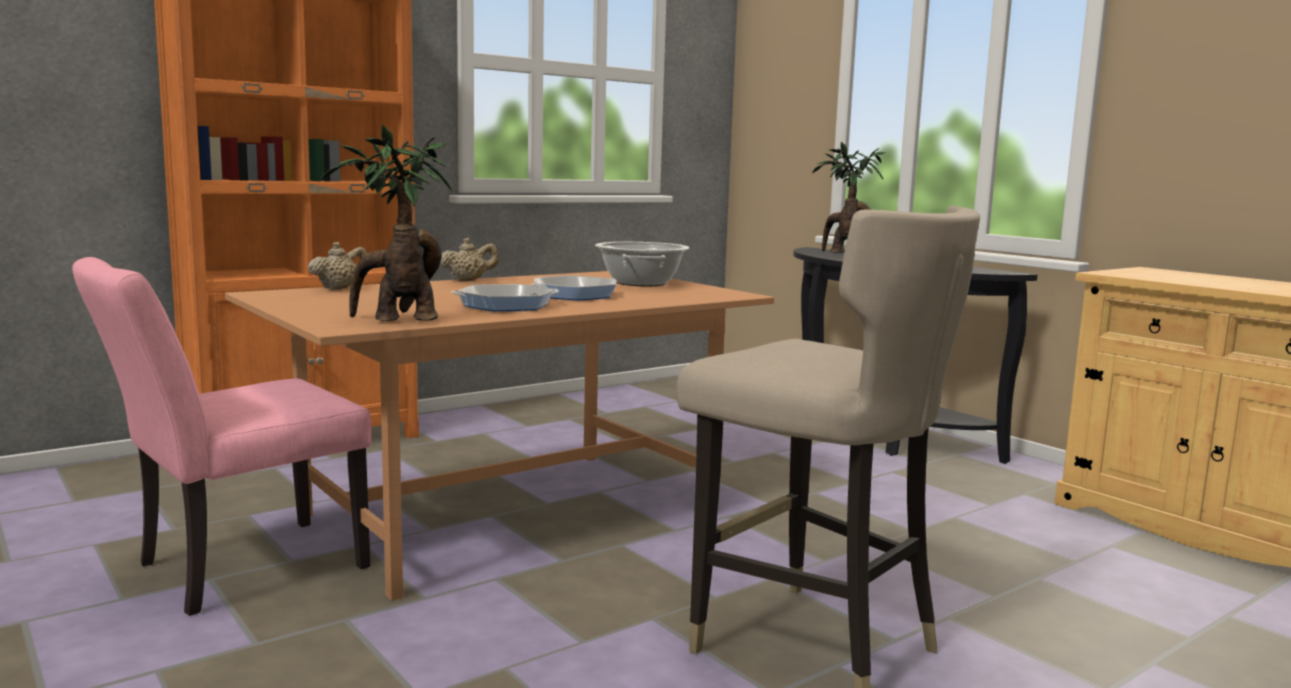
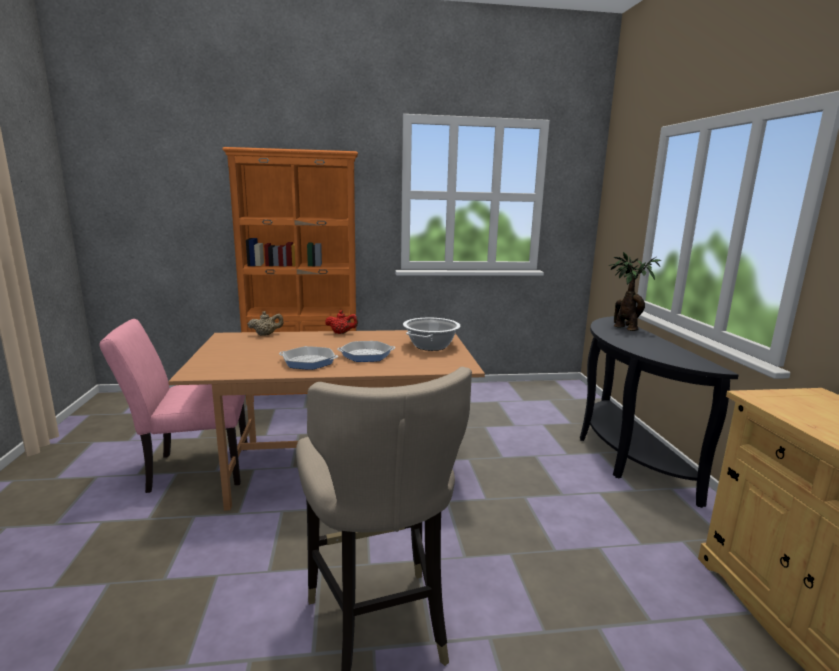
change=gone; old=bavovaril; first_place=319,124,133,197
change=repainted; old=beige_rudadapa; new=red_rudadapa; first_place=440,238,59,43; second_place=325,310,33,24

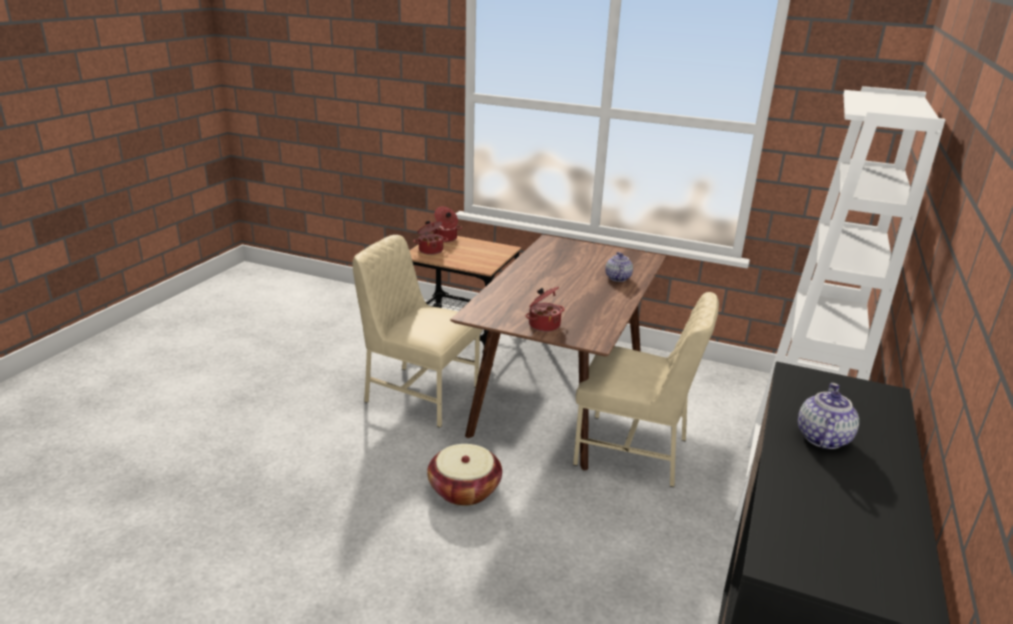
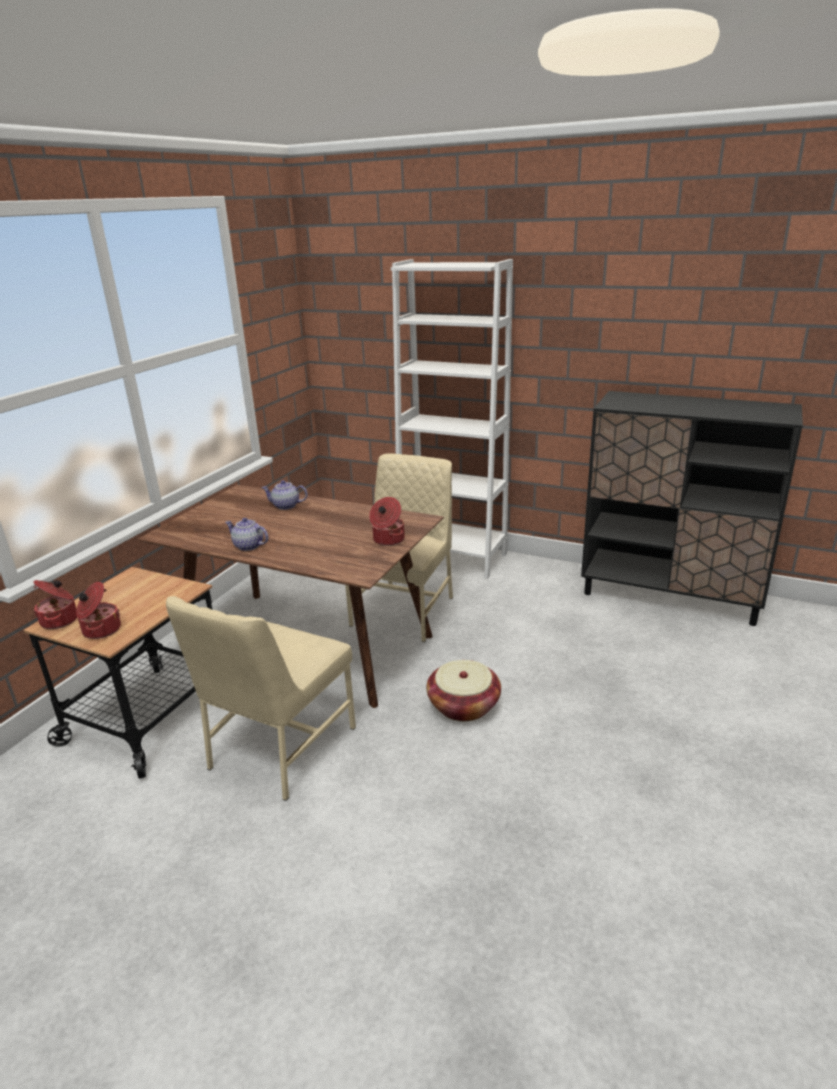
change=shifted; old=rudadapa; first_place=798,383,61,66; second_place=225,518,43,33

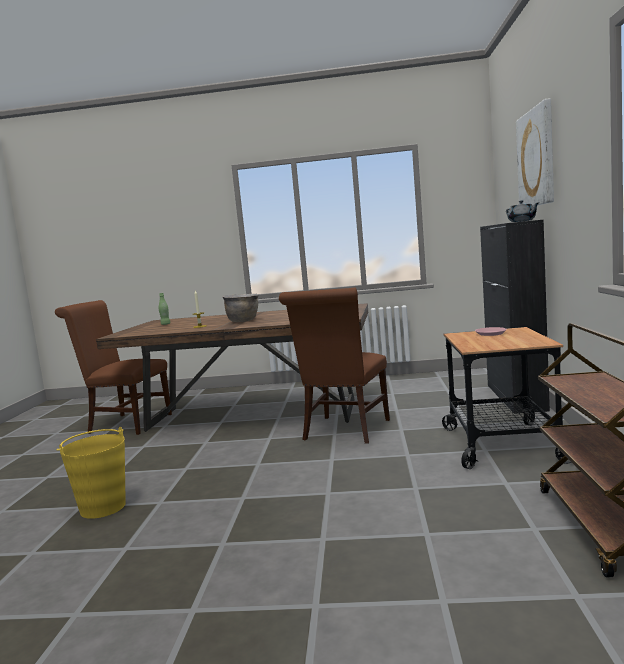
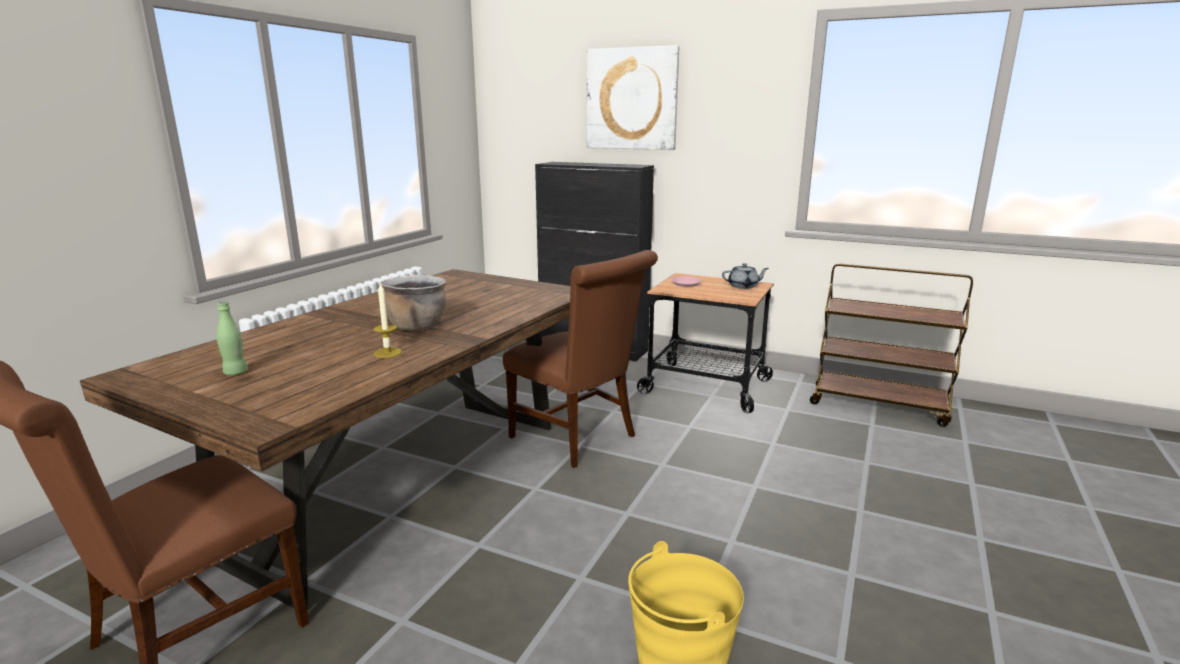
change=shifted; old=grey_rudadapa; first_place=506,200,34,22; second_place=722,263,47,26

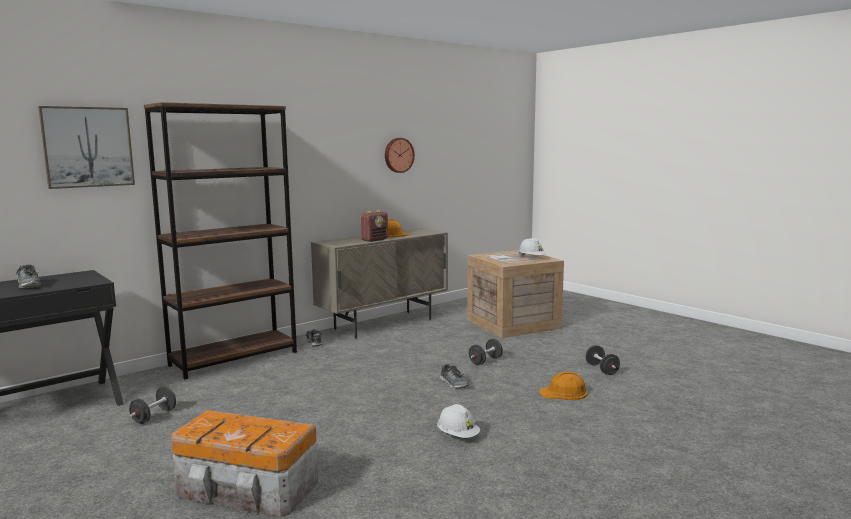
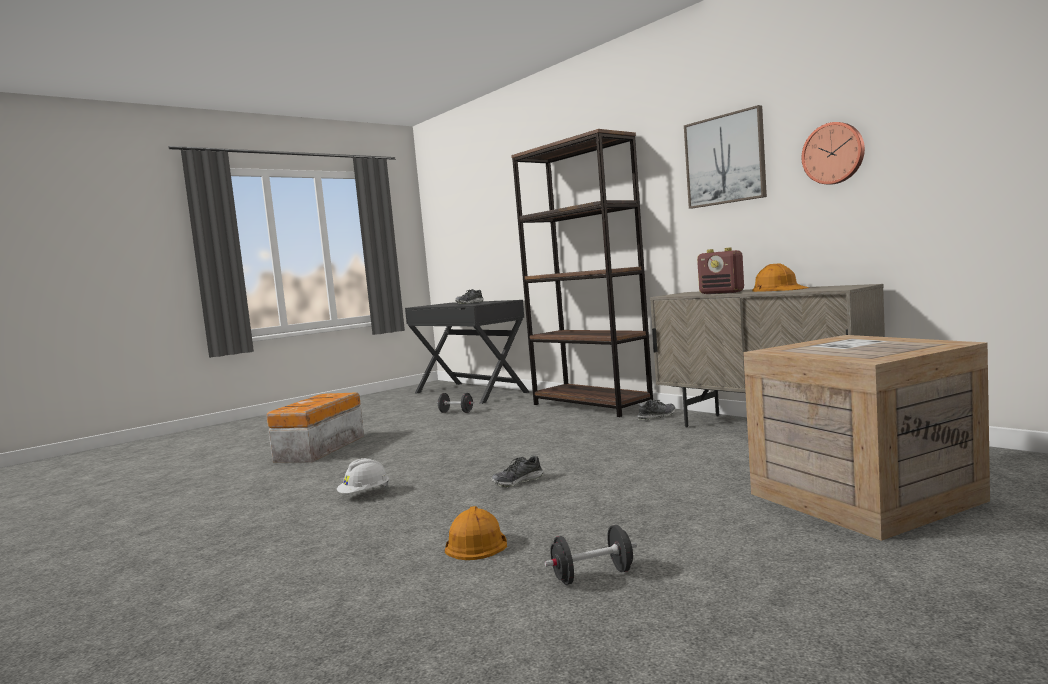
change=shifted; old=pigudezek; first_place=38,106,97,83; second_place=684,105,83,104
change=gone; old=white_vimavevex; first_place=518,238,29,19
change=gone; old=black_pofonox; first_place=469,339,34,26

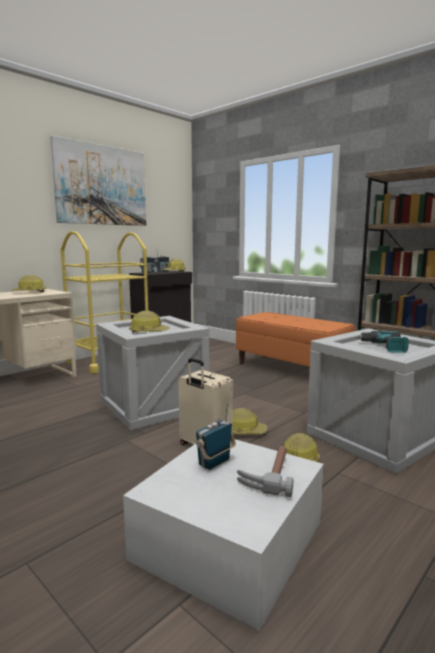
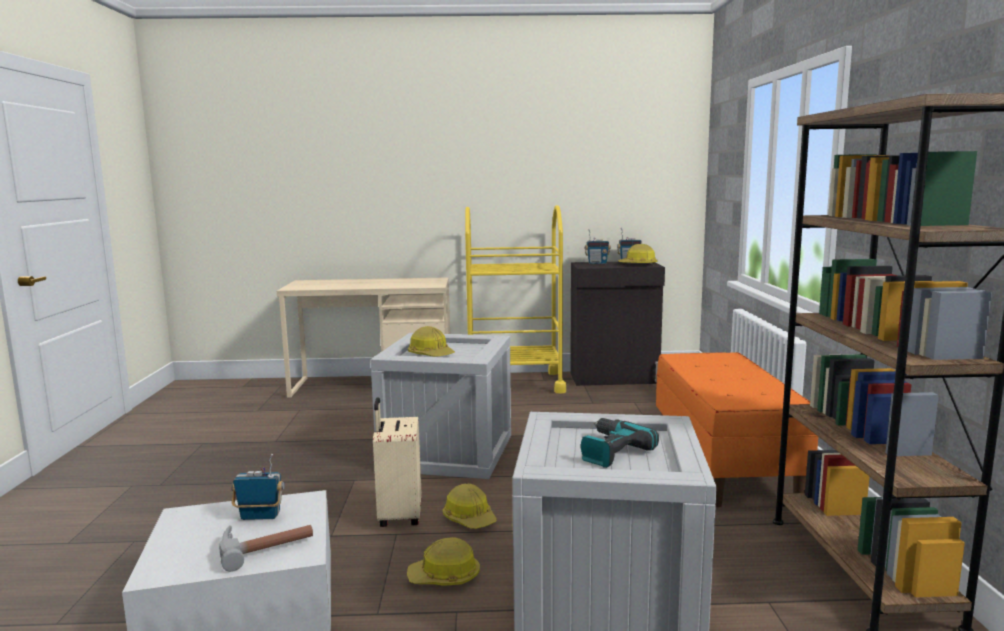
change=gone; old=pigudezek; first_place=50,136,96,90
change=gone; old=vimavevex; first_place=11,275,35,17

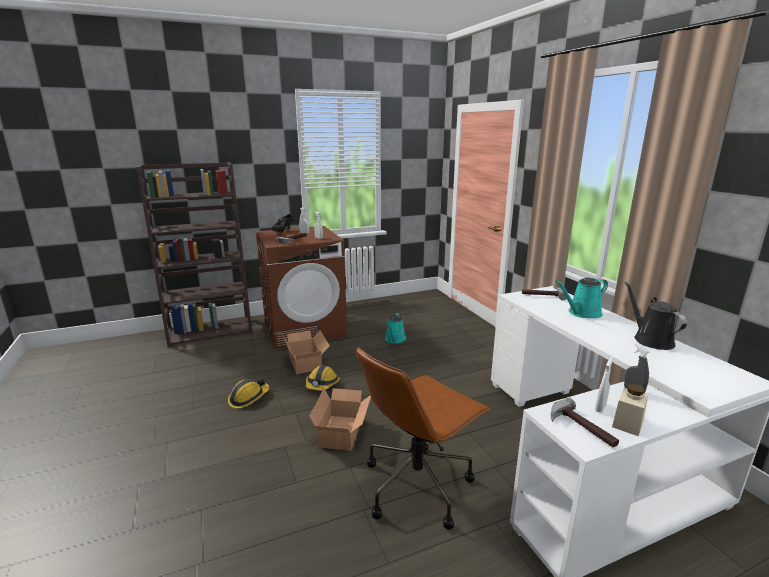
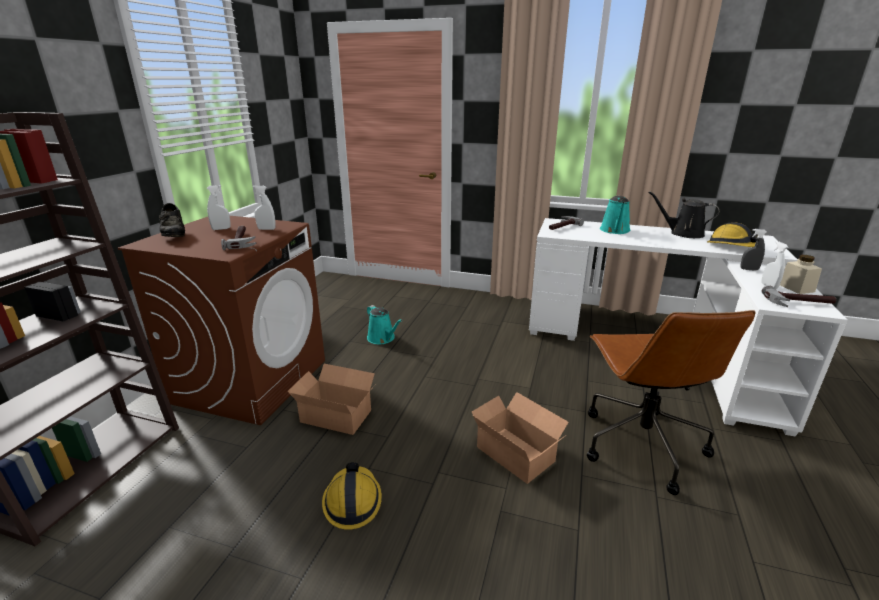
change=shifted; old=vimavevex; first_place=306,365,34,26; second_place=707,222,58,25

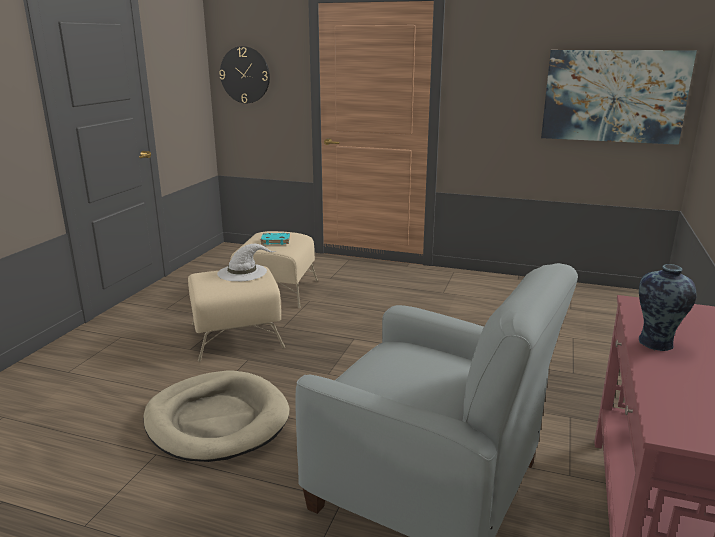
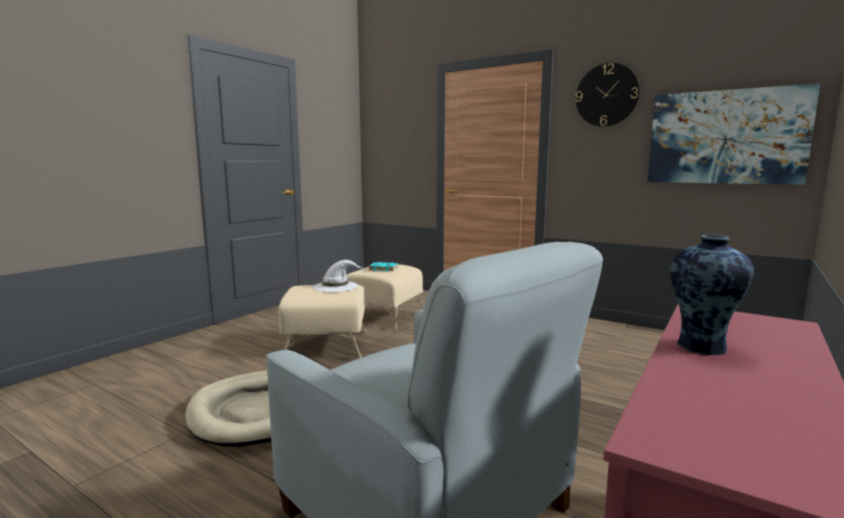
change=shifted; old=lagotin; first_place=219,46,51,57; second_place=576,63,64,64

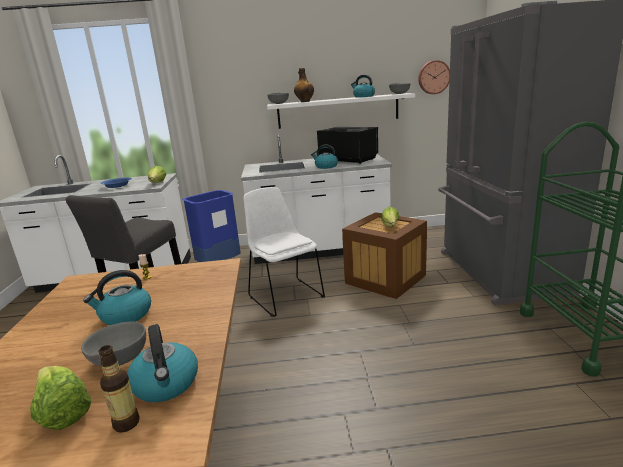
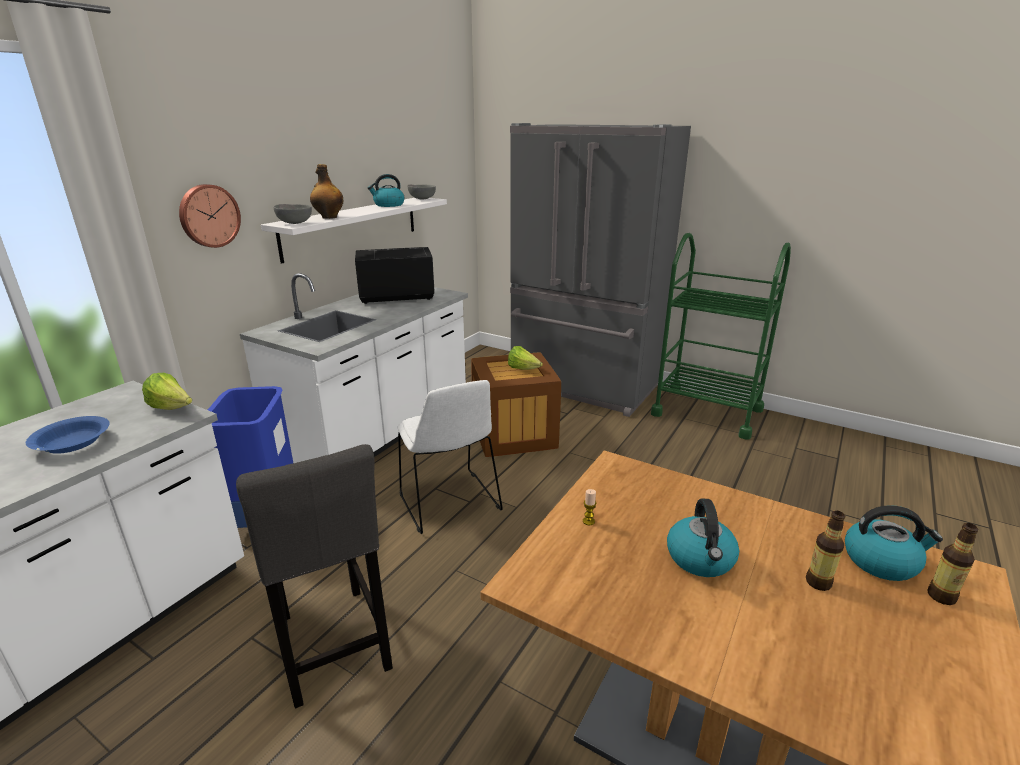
change=shifted; old=lagotin; first_place=418,60,32,34; second_place=179,184,62,64
change=gone; old=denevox; first_place=311,144,27,25
change=rotated; old=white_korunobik; first_place=243,187,82,130; second_place=397,380,106,154; degrees=-120
change=swapped; old=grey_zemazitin; new=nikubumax; first_place=81,322,65,45; second_place=806,511,39,80
change=gone; old=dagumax; first_place=30,366,61,64

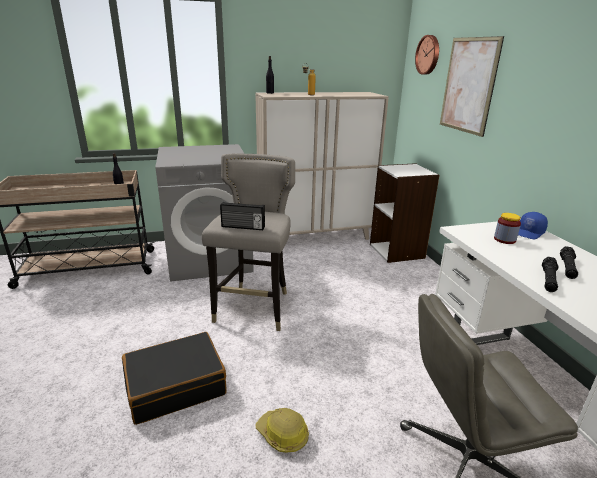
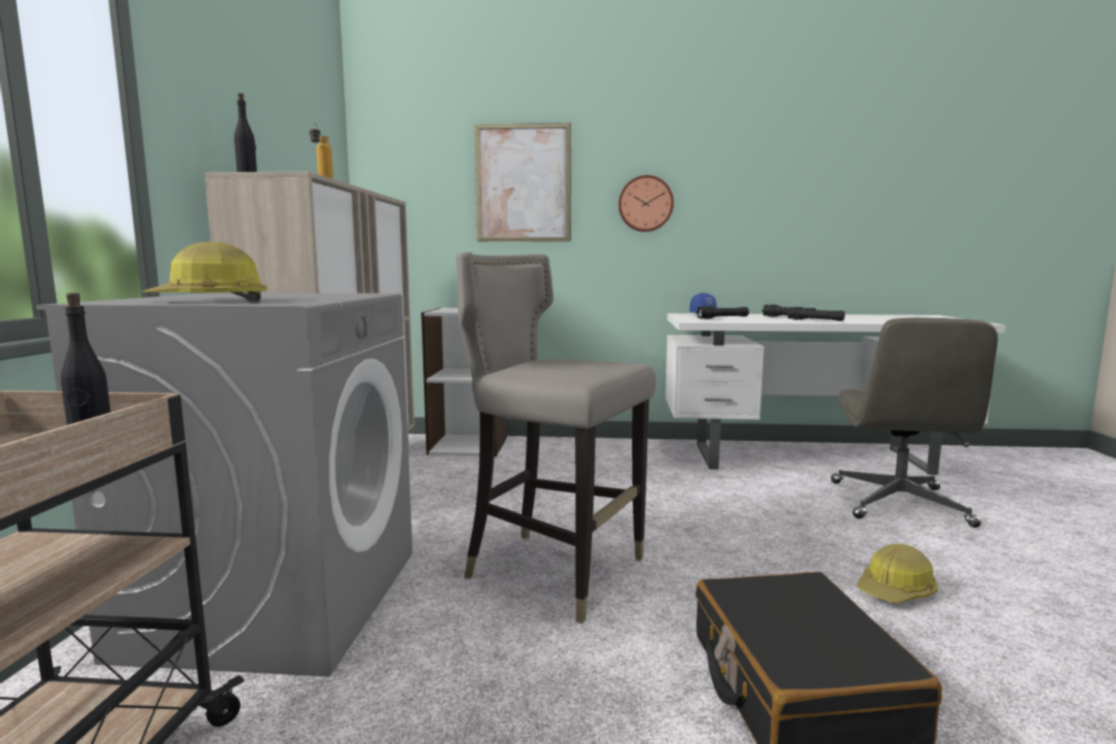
change=shifted; old=lagotin; first_place=415,35,24,40; second_place=618,175,56,57
change=gone; old=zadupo; first_place=220,202,45,28
change=swapped; old=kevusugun; new=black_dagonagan; first_place=494,213,27,31; second_place=696,306,53,13
change=new; new=vimavevex; second_place=142,242,125,60

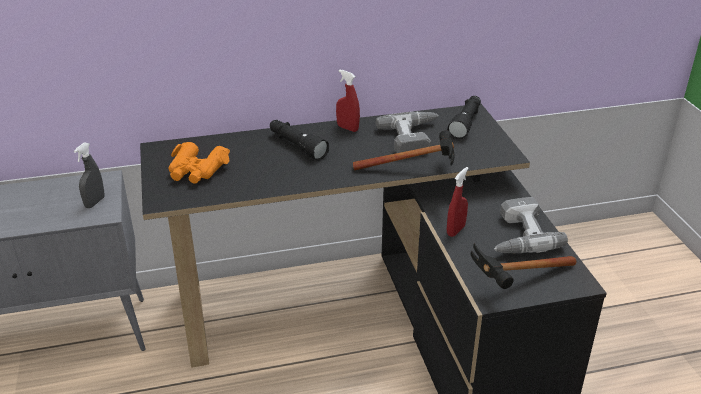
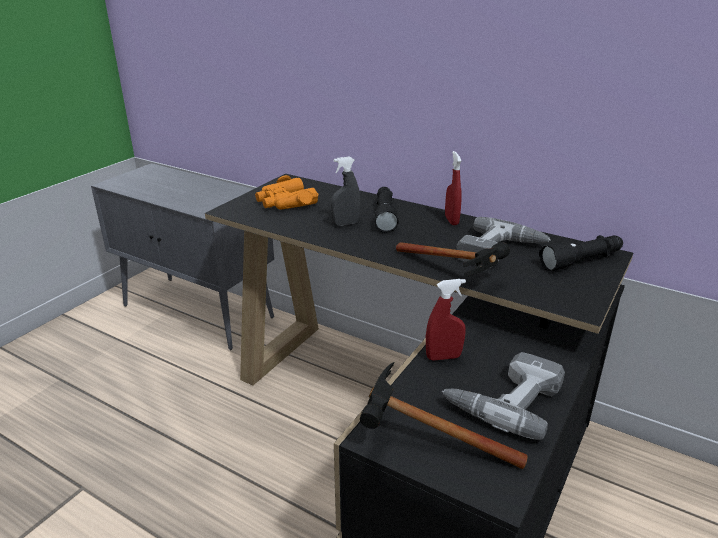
change=shifted; old=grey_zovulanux; first_place=74,142,30,66; second_place=331,156,29,70

